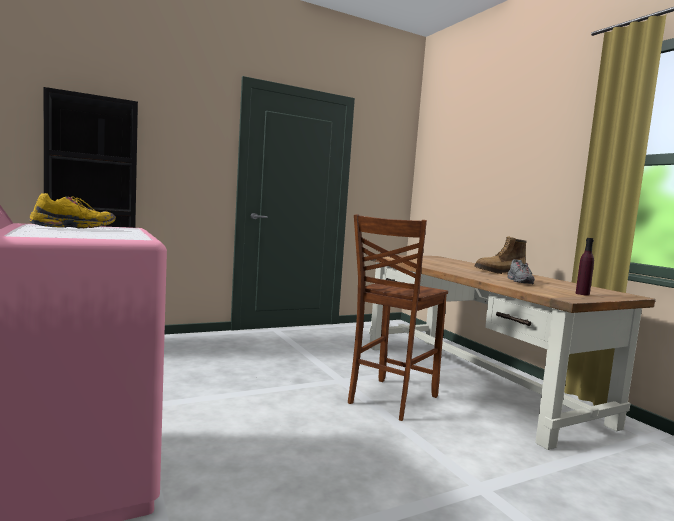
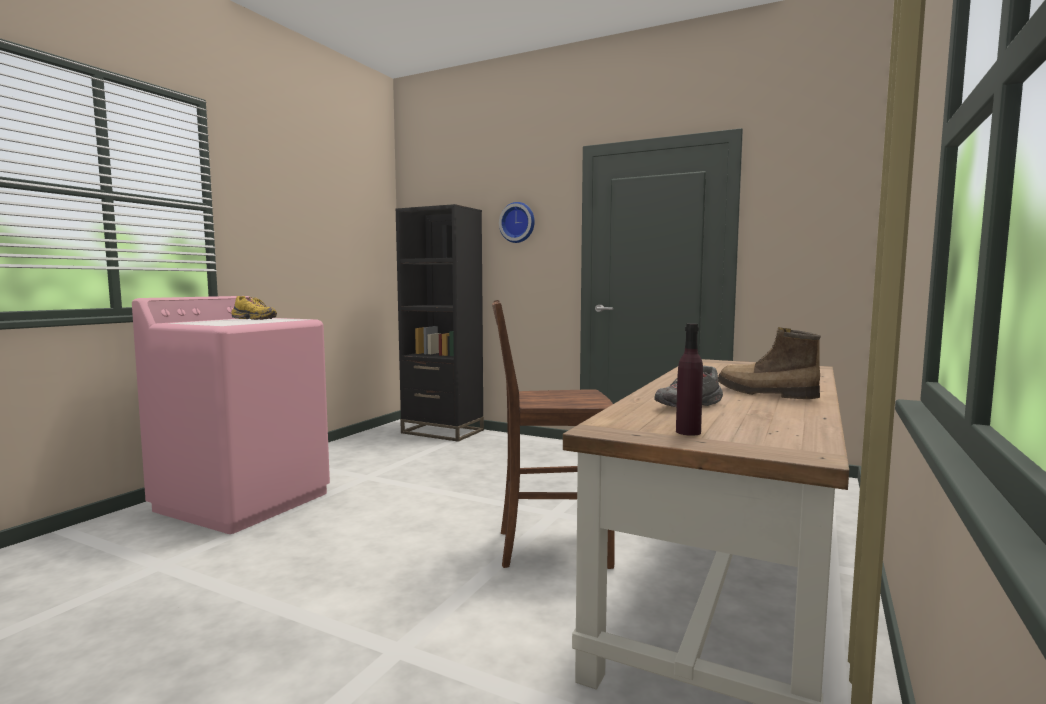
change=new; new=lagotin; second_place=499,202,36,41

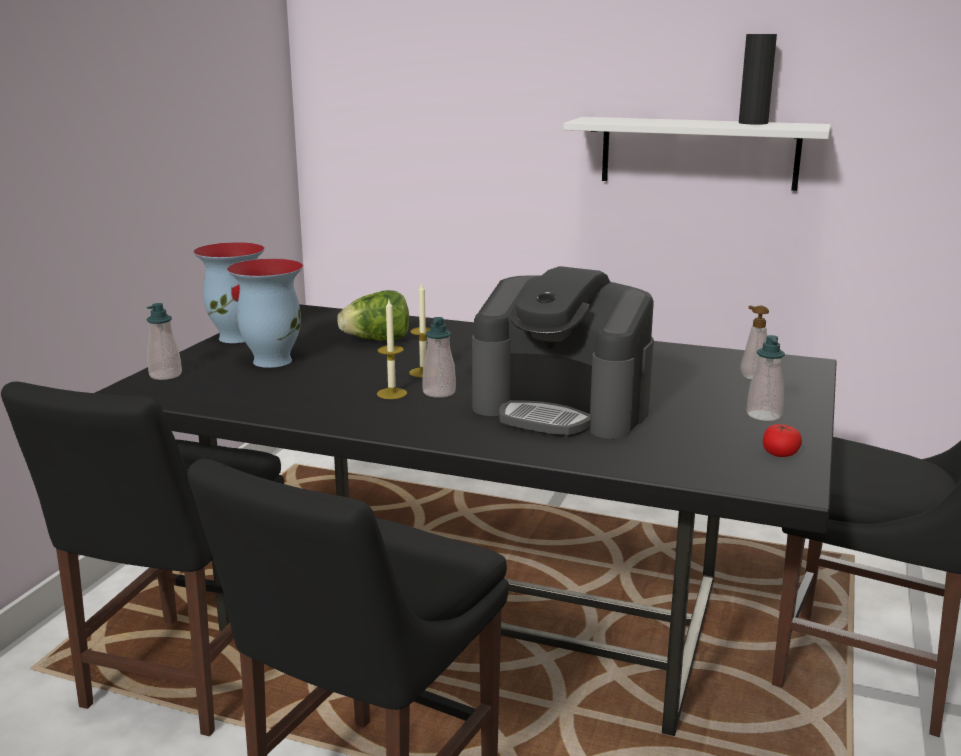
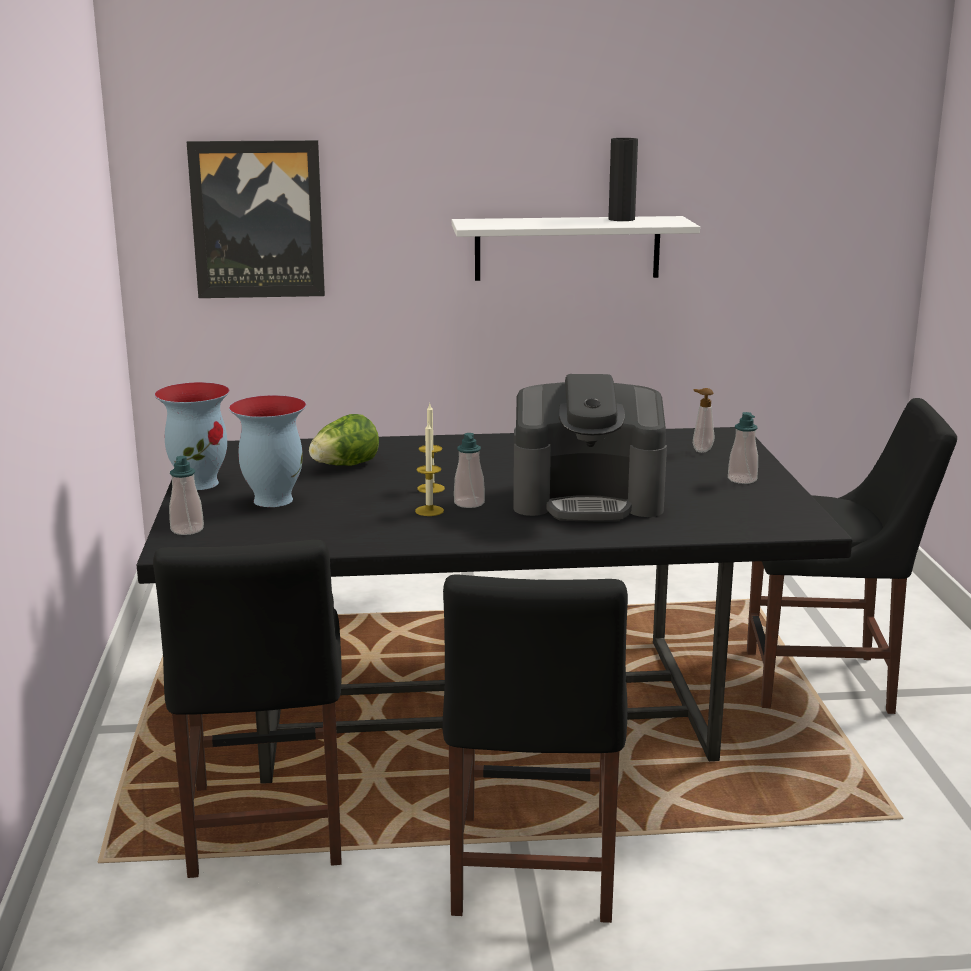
change=gone; old=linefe; first_place=763,424,39,33
change=new; new=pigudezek; second_place=187,140,138,158

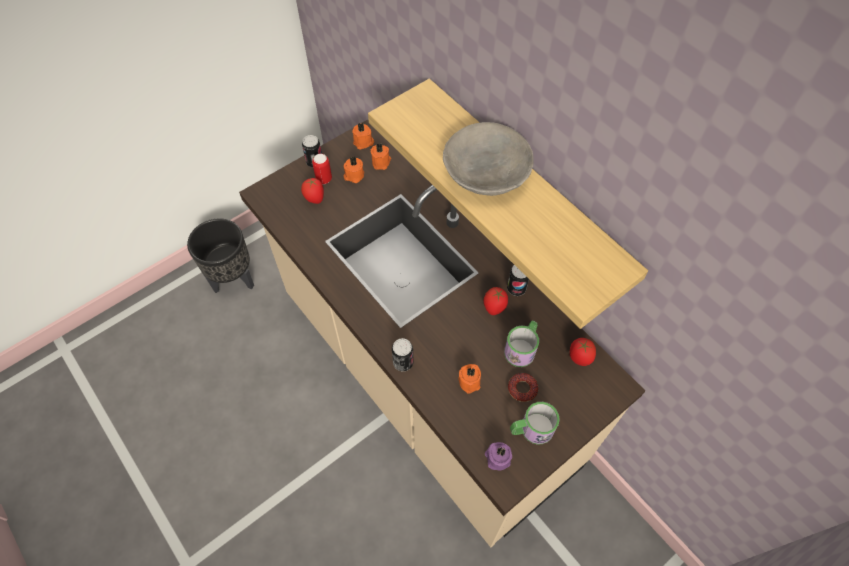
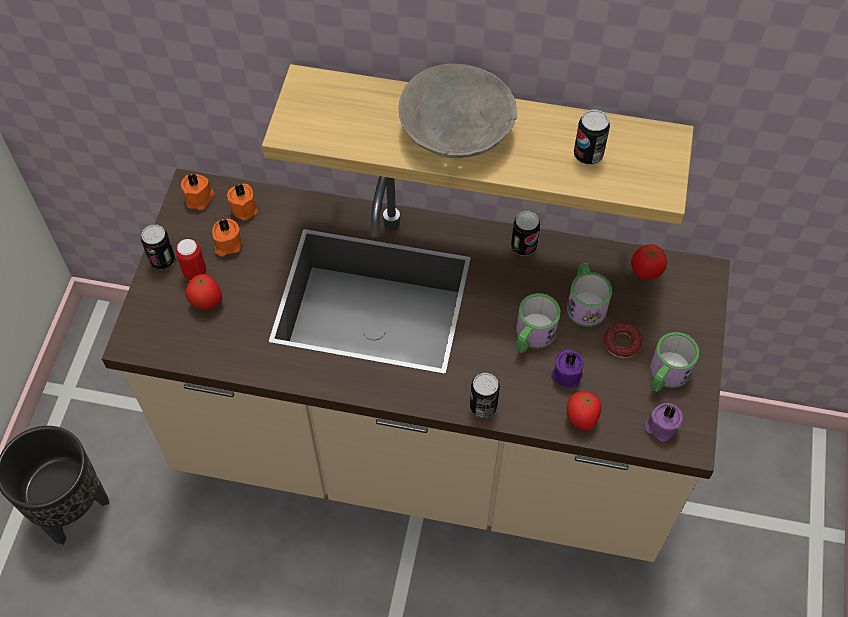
change=shifted; old=linefe; first_place=484,287,24,28; second_place=567,391,34,40
change=repainted; old=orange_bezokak; new=purple_bezokak; first_place=458,364,23,30; second_place=551,349,33,39
change=new; new=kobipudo; second_place=574,109,36,56
change=new; new=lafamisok; second_place=516,293,44,60

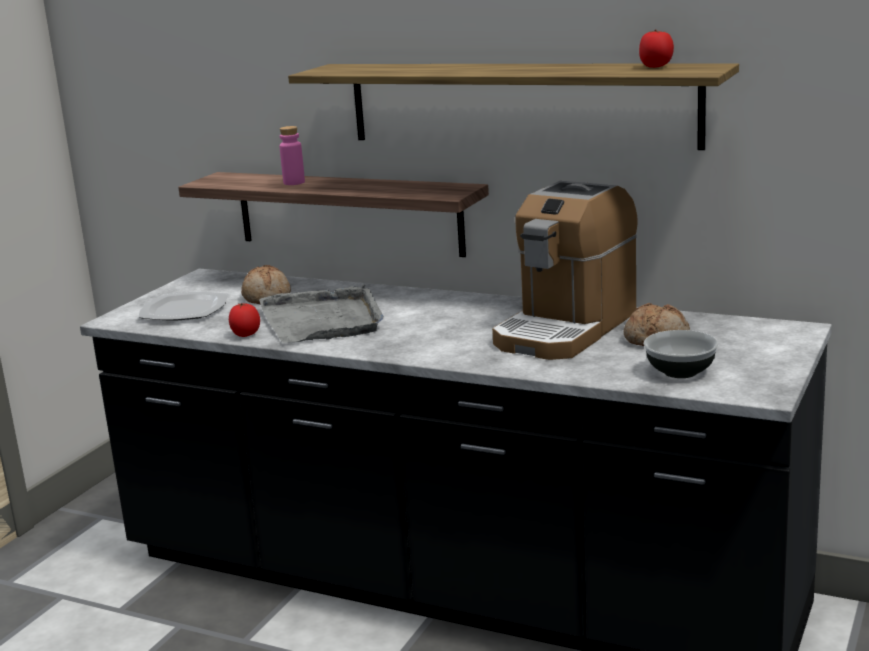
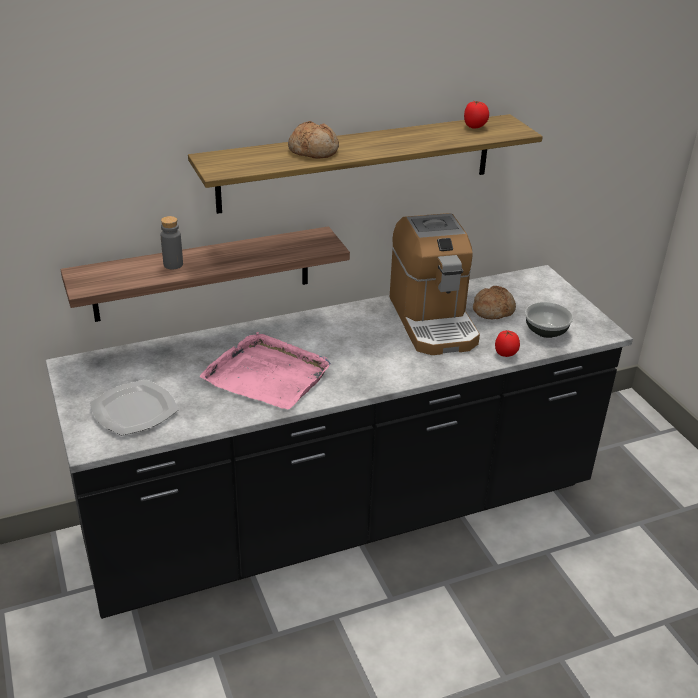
change=repainted; old=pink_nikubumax; new=grey_nikubumax; first_place=279,126,26,59; second_place=161,216,22,53
change=shifted; old=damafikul; first_place=241,265,50,39; second_place=288,121,51,38
change=repainted; old=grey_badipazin; new=pink_badipazin; first_place=259,285,125,58; second_place=200,332,131,77
change=shifted; old=linefe; first_place=229,303,31,34; second_place=495,330,25,27

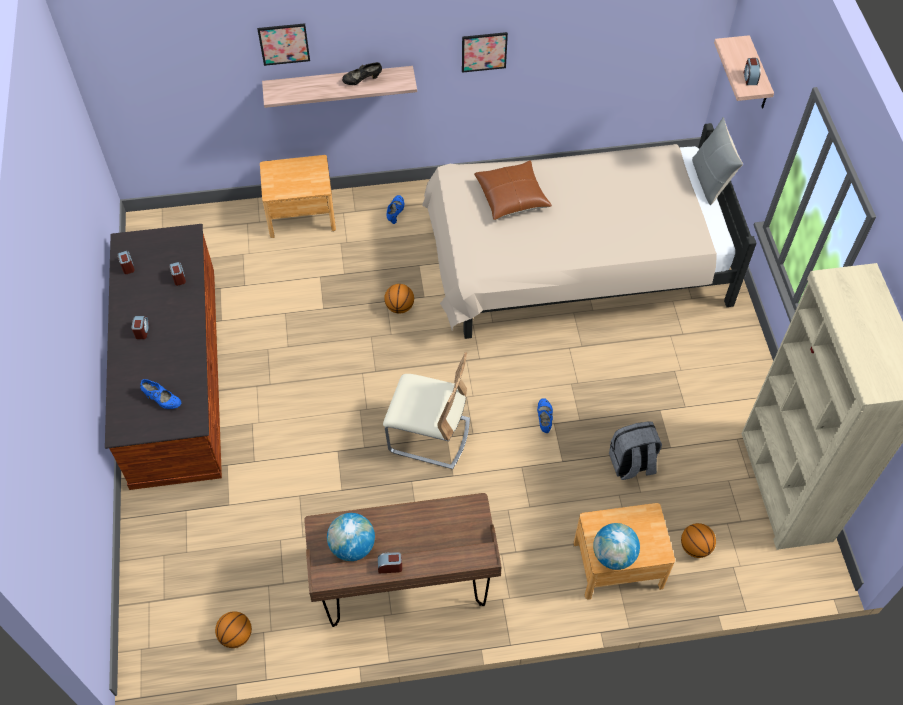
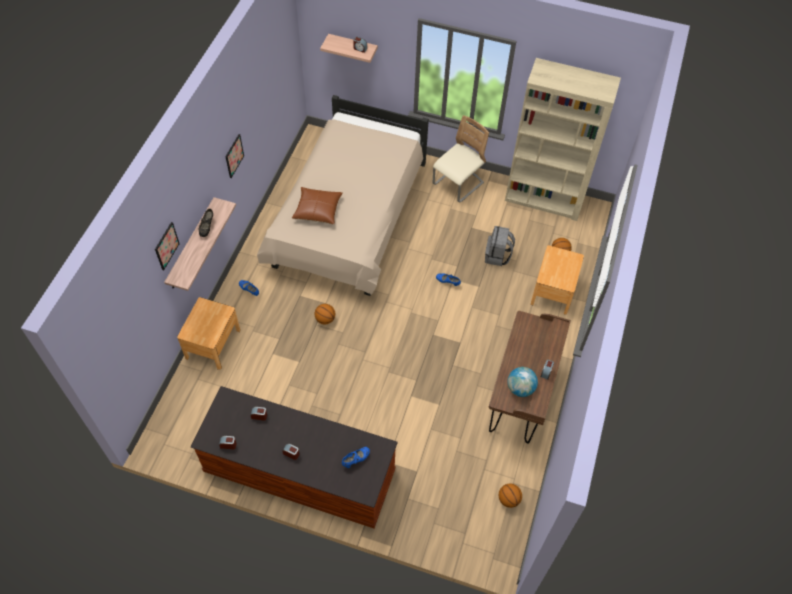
change=gone; old=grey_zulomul; first_place=692,117,51,88
change=shifted; old=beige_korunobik; first_place=383,352,87,117; second_place=433,115,56,88
change=gone; old=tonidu; first_place=593,523,47,47

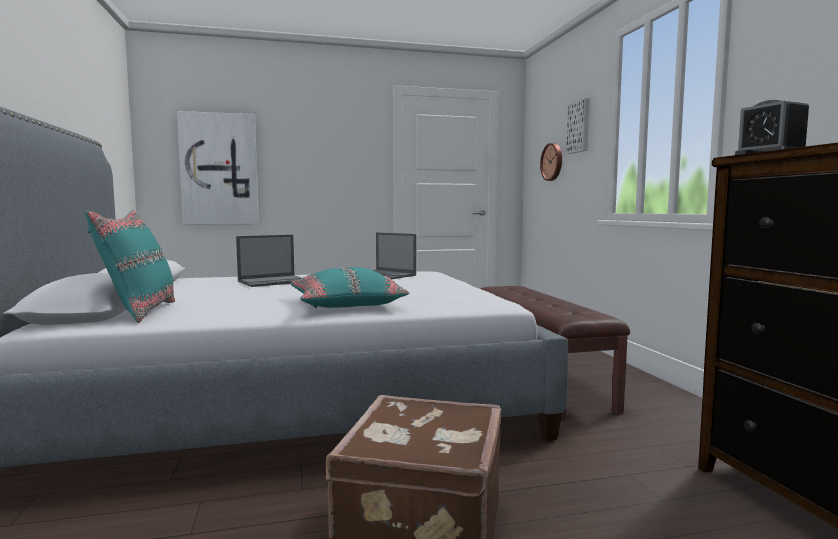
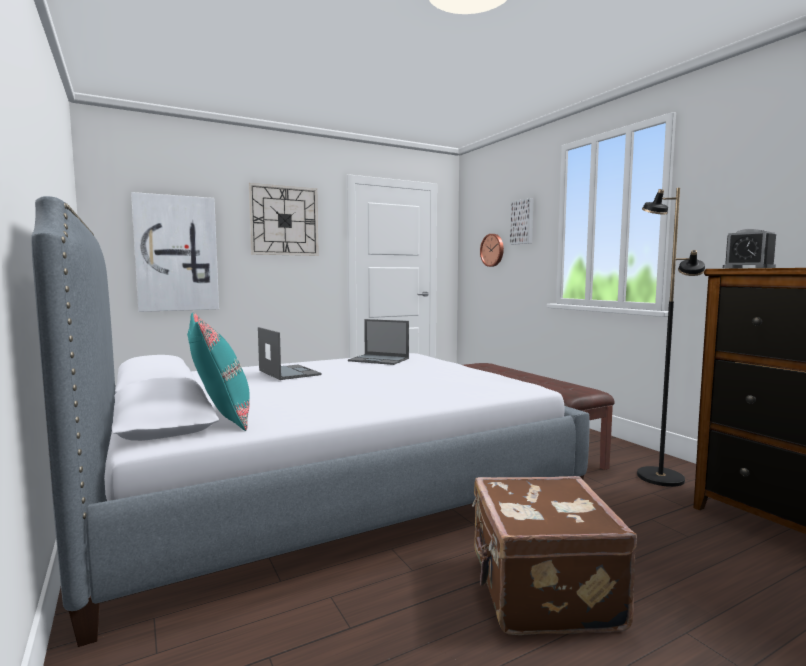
change=rotated; old=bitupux; first_place=236,235,65,52; second_place=258,327,64,53; degrees=-75
change=gone; old=turquoise_zulomul; first_place=291,267,118,41
change=new; new=lagotin; second_place=249,183,70,73
change=new; new=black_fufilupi; second_place=637,188,68,299

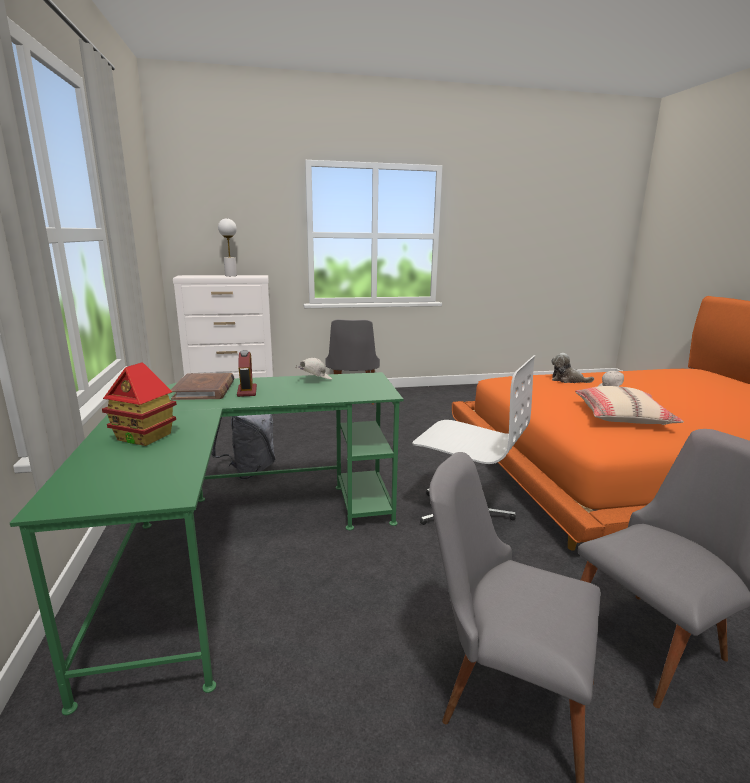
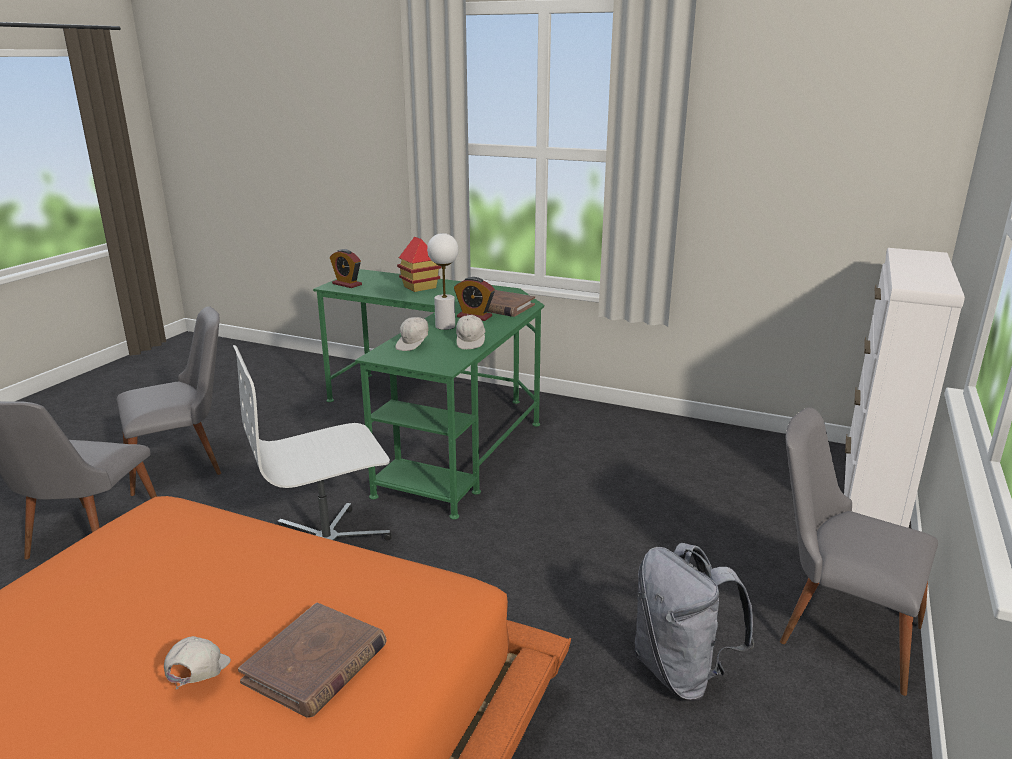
change=shifted; old=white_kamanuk; first_place=218,218,19,58; second_place=427,233,31,97
change=swapped; old=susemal; new=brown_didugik; first_place=552,353,42,30; second_place=238,603,149,114
change=gone; old=beige_zulomul; first_place=575,386,109,39
change=shifted; old=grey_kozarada; first_place=211,414,64,66; second_place=634,543,120,158
change=new; new=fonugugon; second_place=330,249,32,39
change=new; new=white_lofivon; second_place=395,316,34,35

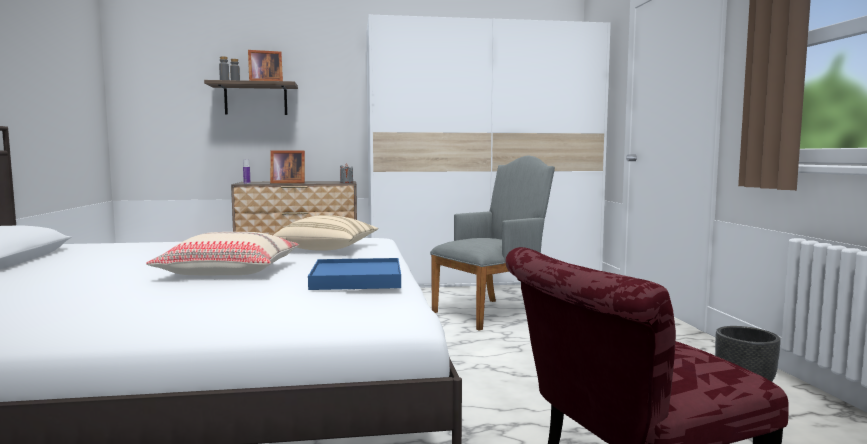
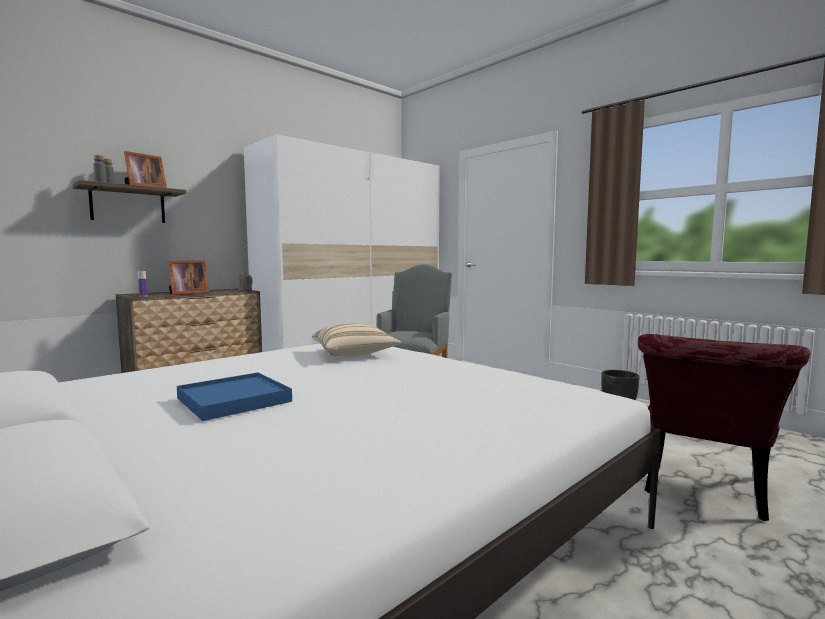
change=gone; old=beige_zulomul; first_place=146,232,153,43
change=shifted; old=blue_badipazin; first_place=308,258,93,32; second_place=177,372,115,49

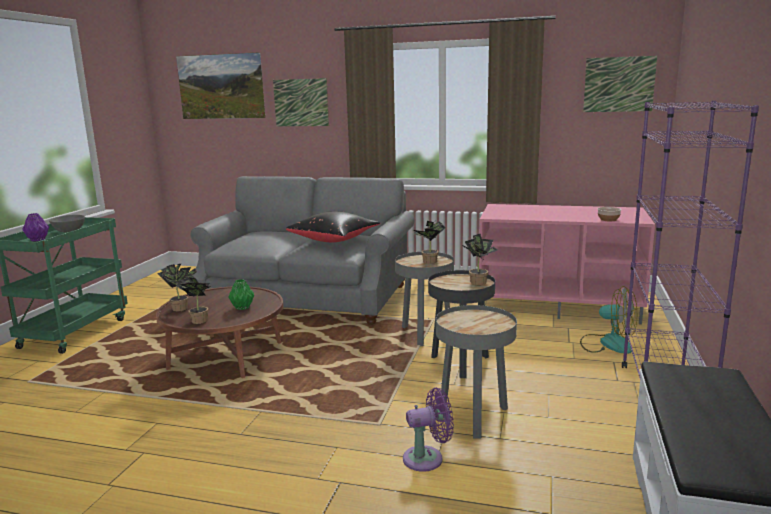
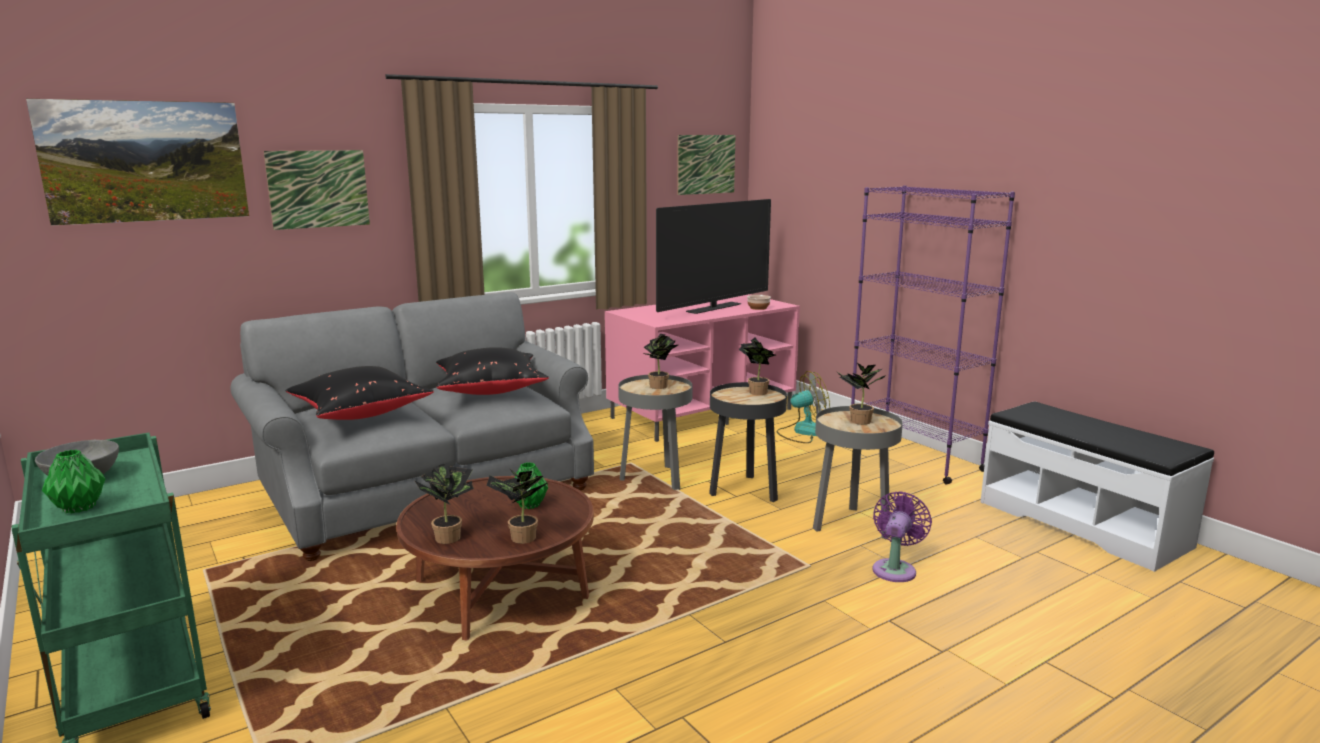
change=repainted; old=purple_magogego; new=green_magogego; first_place=22,213,27,28; second_place=42,450,64,64
change=new; new=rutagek; second_place=656,199,115,115
change=new; new=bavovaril; second_place=836,363,50,62
change=new; new=black_zulomul; second_place=286,366,148,54

